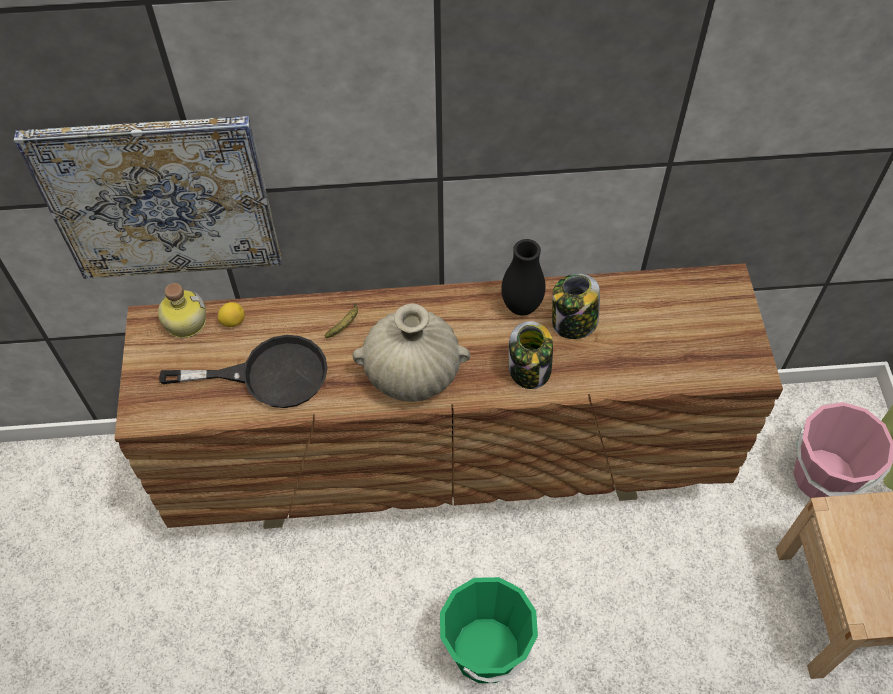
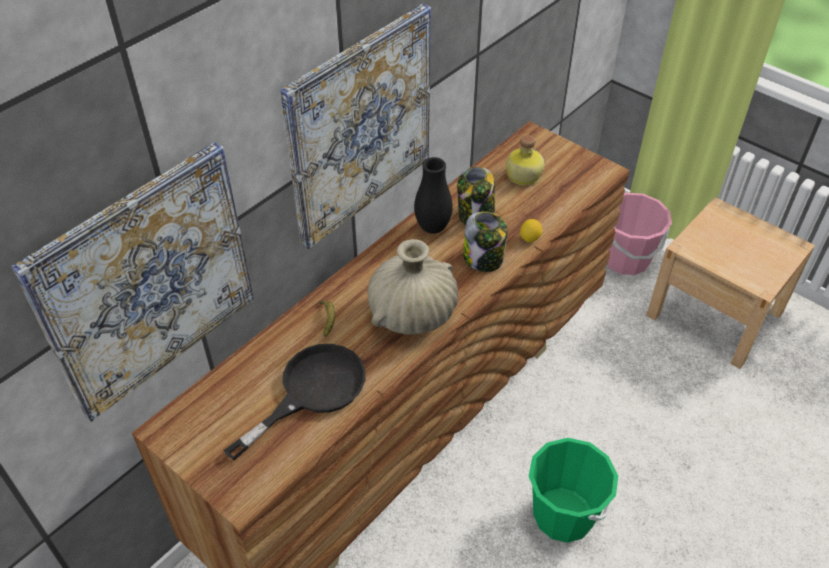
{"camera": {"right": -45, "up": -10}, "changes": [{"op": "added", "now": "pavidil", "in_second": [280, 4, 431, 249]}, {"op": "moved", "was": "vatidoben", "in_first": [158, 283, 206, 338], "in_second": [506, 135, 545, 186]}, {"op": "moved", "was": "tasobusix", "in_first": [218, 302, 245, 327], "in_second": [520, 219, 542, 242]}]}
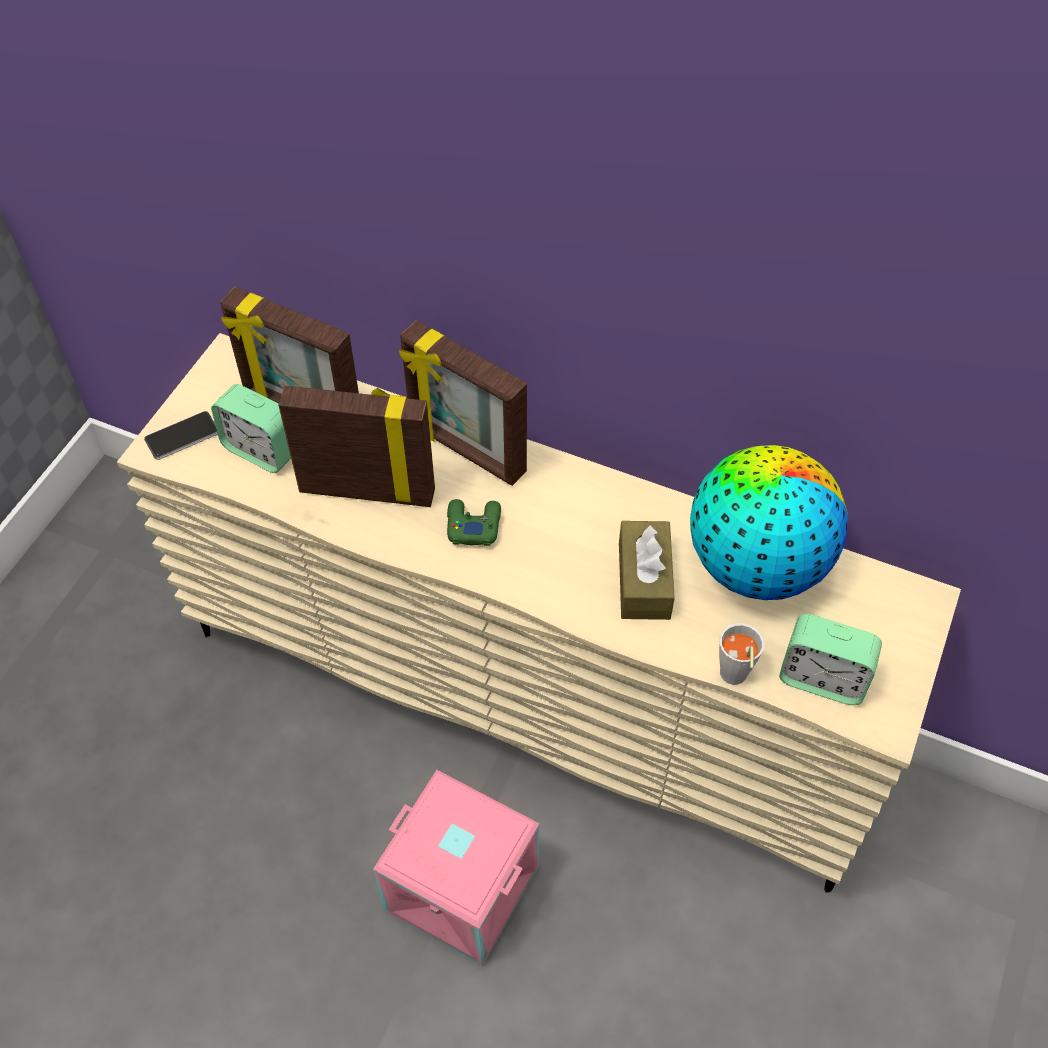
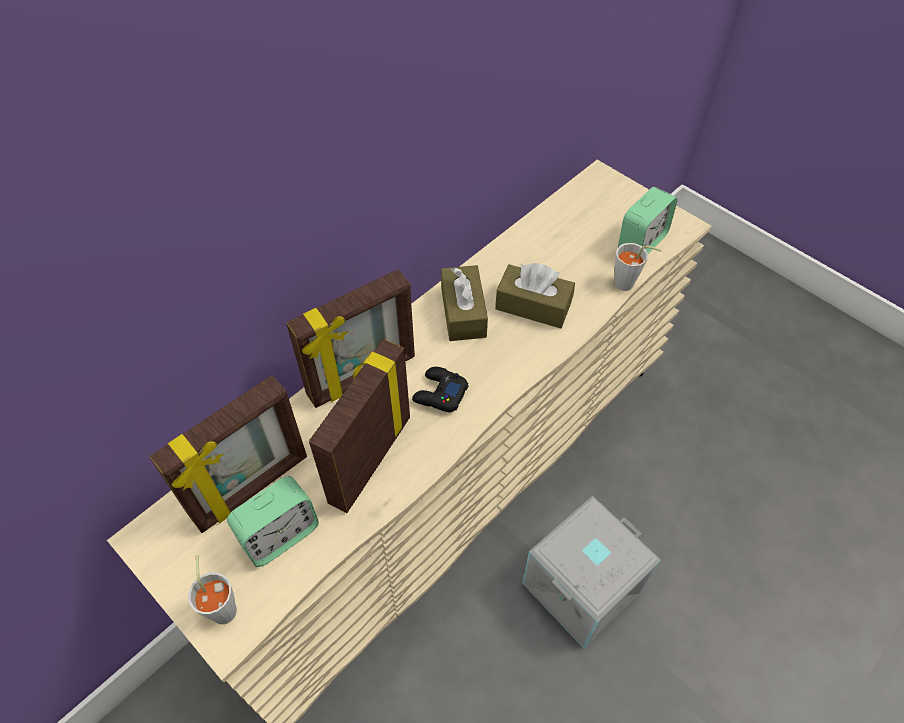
{"camera": {"right": -70, "up": 0}, "changes": [{"op": "removed", "was": "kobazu", "in_first": [690, 445, 848, 600]}, {"op": "added", "now": "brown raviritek", "in_second": [441, 265, 488, 341]}, {"op": "replaced", "was": "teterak", "now": "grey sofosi", "in_first": [144, 411, 218, 460], "in_second": [188, 555, 237, 624]}, {"op": "recoloured", "was": "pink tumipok", "now": "grey tumipok", "in_first": [373, 770, 540, 966], "in_second": [522, 496, 661, 649]}, {"op": "recoloured", "was": "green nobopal", "now": "black nobopal", "in_first": [447, 499, 501, 546], "in_second": [412, 367, 468, 412]}]}
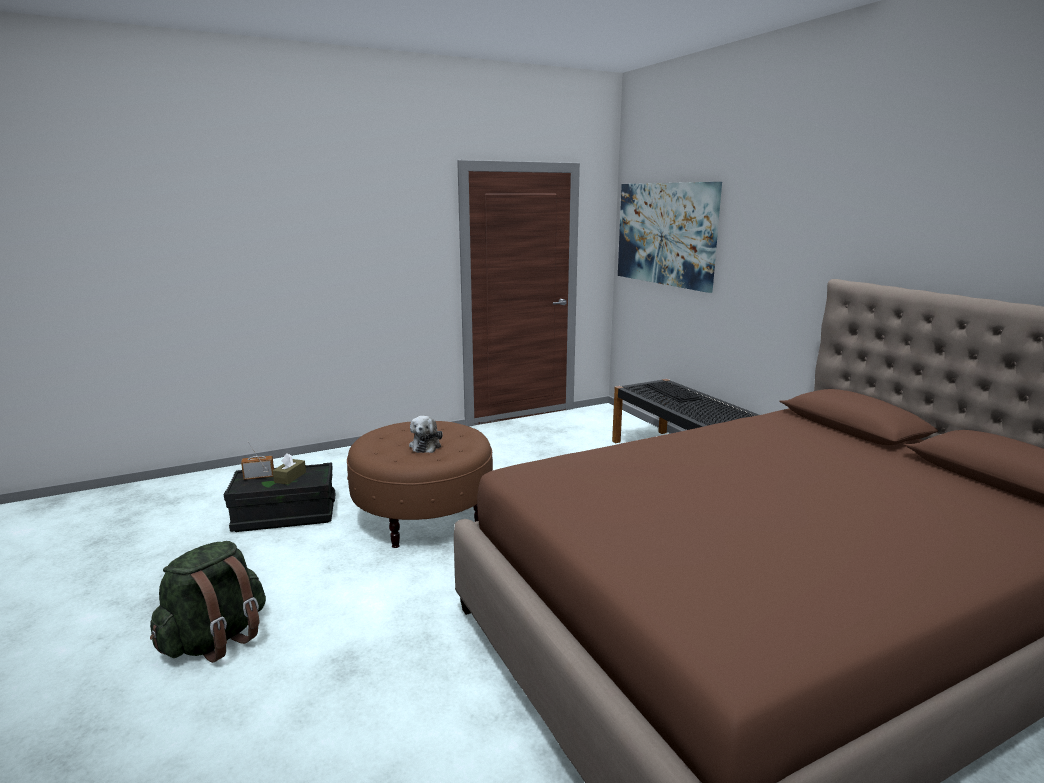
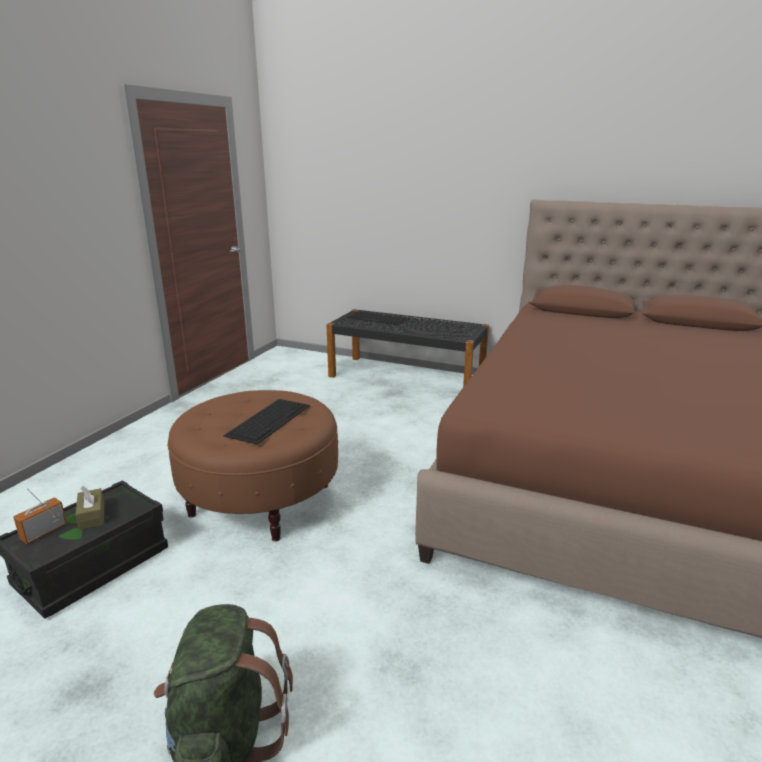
{"camera": {"right": -40, "up": 5}, "changes": [{"op": "removed", "was": "pavidil", "in_first": [618, 182, 722, 293]}, {"op": "replaced", "was": "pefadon", "now": "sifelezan", "in_first": [409, 416, 443, 453], "in_second": [223, 399, 310, 445]}]}
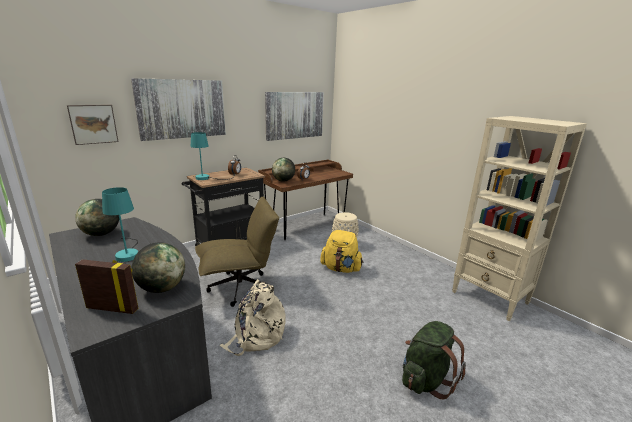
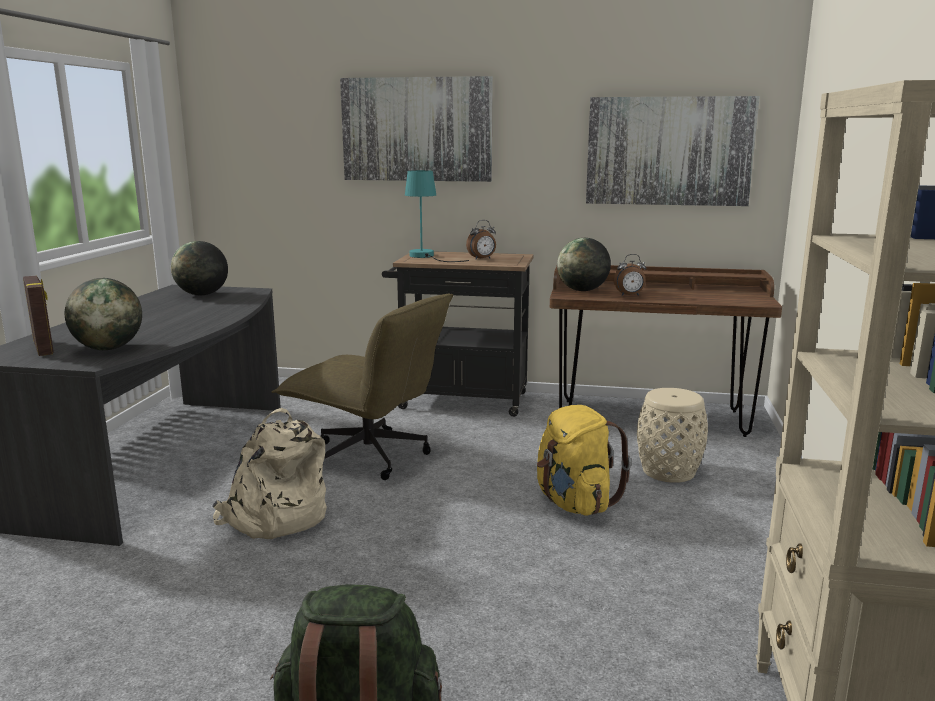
{"camera": {"right": 50, "up": -5}, "changes": [{"op": "removed", "was": "pavidil", "in_first": [67, 104, 118, 145]}, {"op": "removed", "was": "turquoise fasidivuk", "in_first": [102, 187, 138, 262]}]}
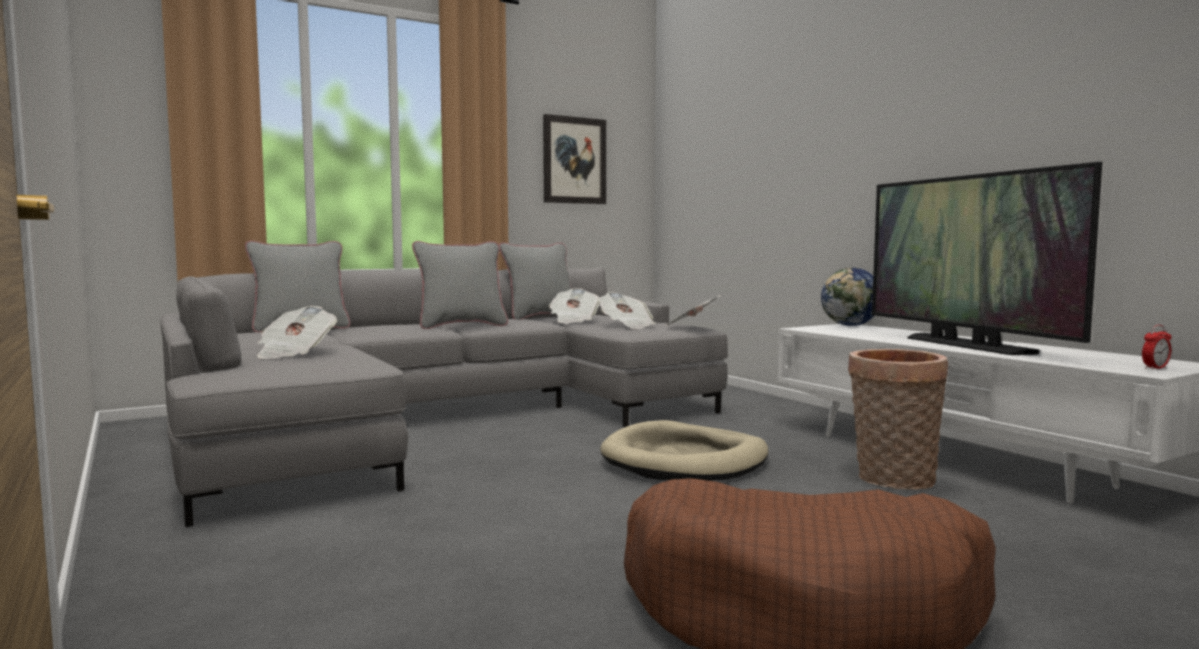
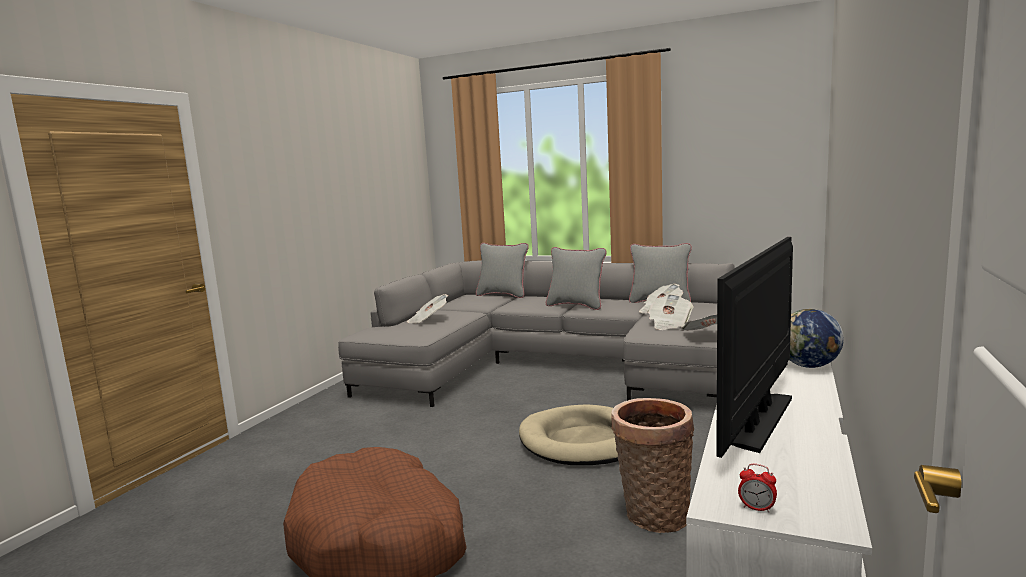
{"camera": {"right": 55, "up": 5}, "changes": [{"op": "removed", "was": "pavidil", "in_first": [543, 114, 606, 204]}]}
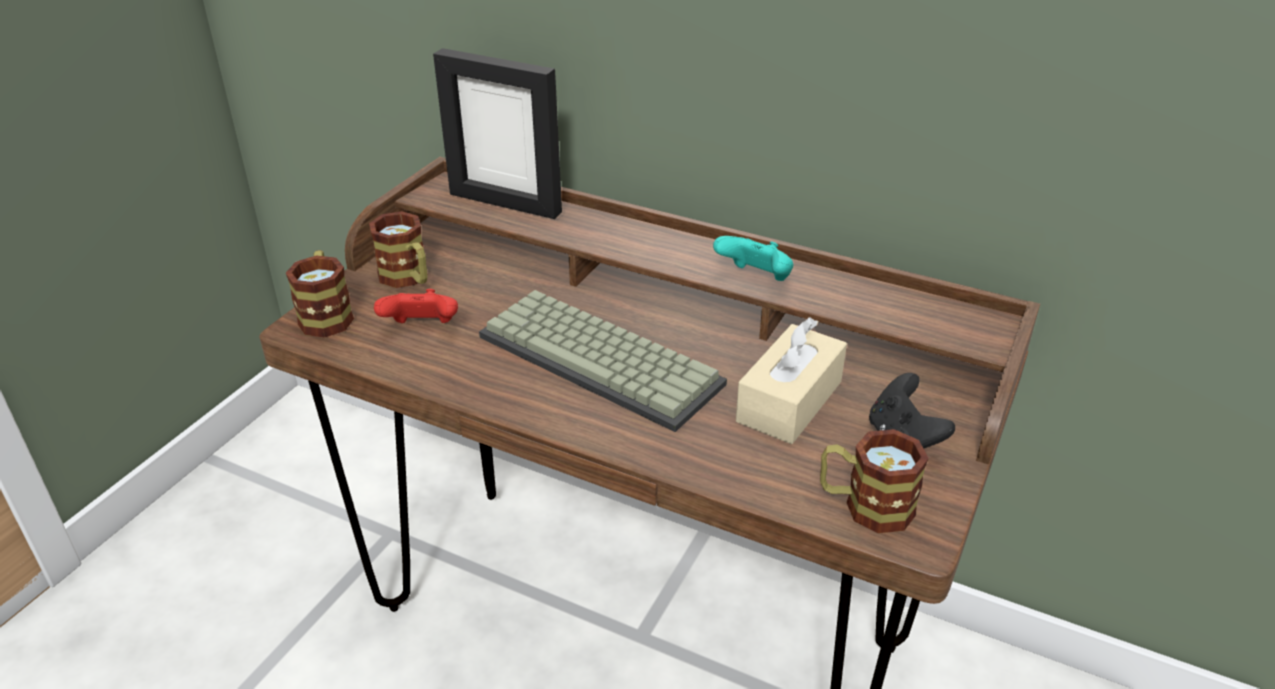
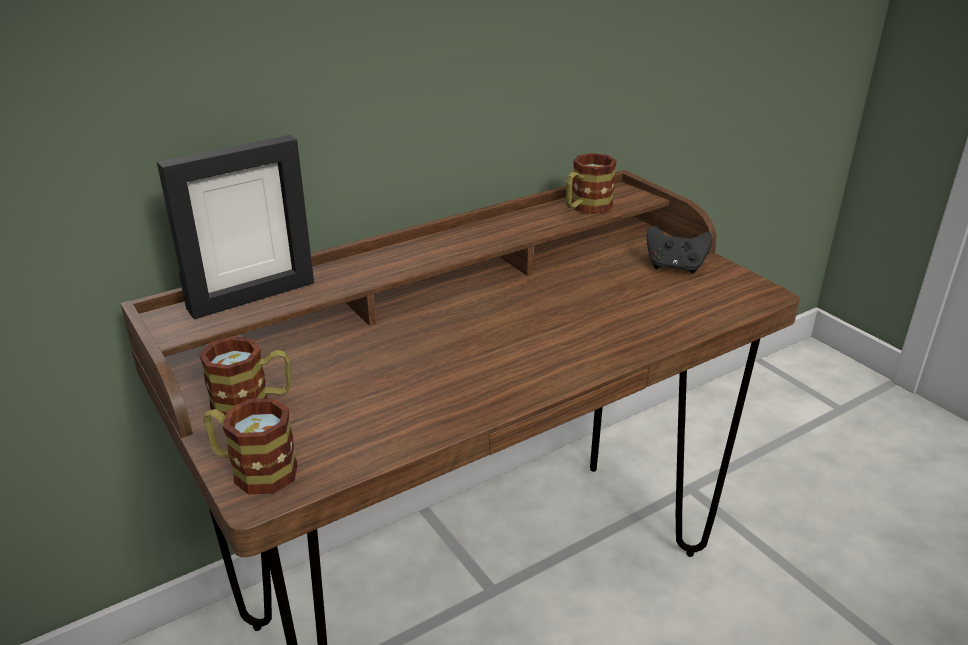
{"camera": {"right": -60, "up": -5}, "changes": [{"op": "removed", "was": "red nobopal", "in_first": [374, 289, 458, 323]}, {"op": "removed", "was": "sifelezan", "in_first": [479, 290, 727, 432]}, {"op": "removed", "was": "turquoise nobopal", "in_first": [713, 236, 793, 281]}, {"op": "removed", "was": "beige raviritek", "in_first": [736, 317, 847, 444]}, {"op": "moved", "was": "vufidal", "in_first": [820, 429, 929, 533], "in_second": [566, 153, 617, 214]}]}
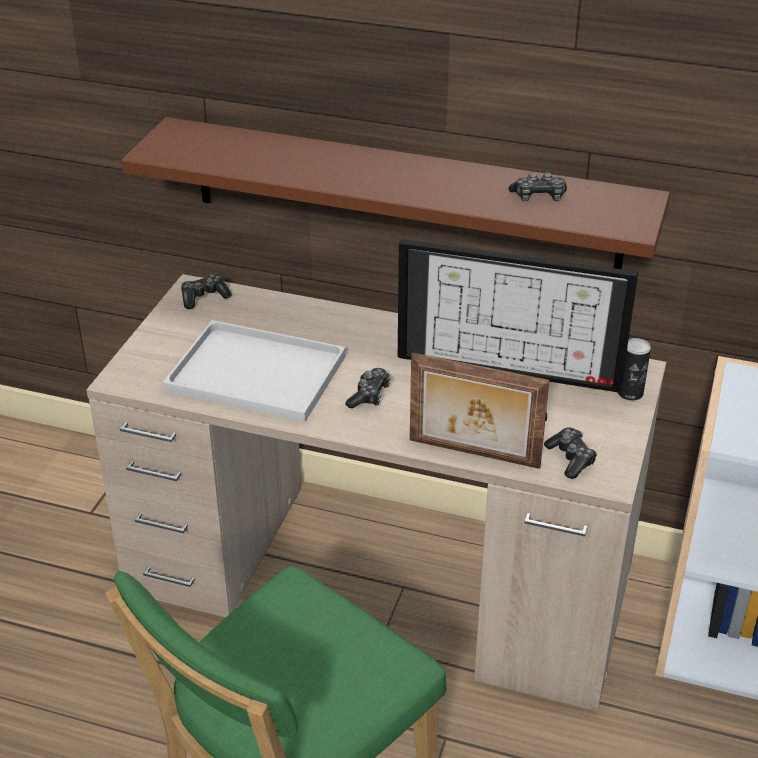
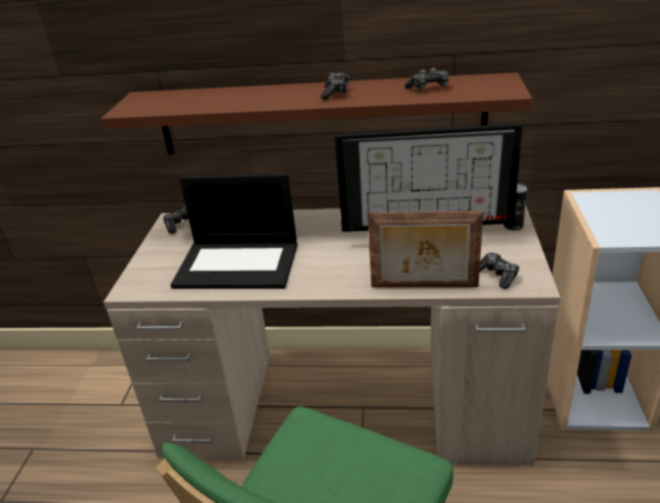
{"camera": {"right": -10, "up": -5}, "changes": [{"op": "moved", "was": "nobopal", "in_first": [345, 368, 391, 409], "in_second": [321, 73, 349, 100]}, {"op": "replaced", "was": "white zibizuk", "now": "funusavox", "in_first": [163, 320, 346, 423], "in_second": [171, 173, 297, 289]}]}
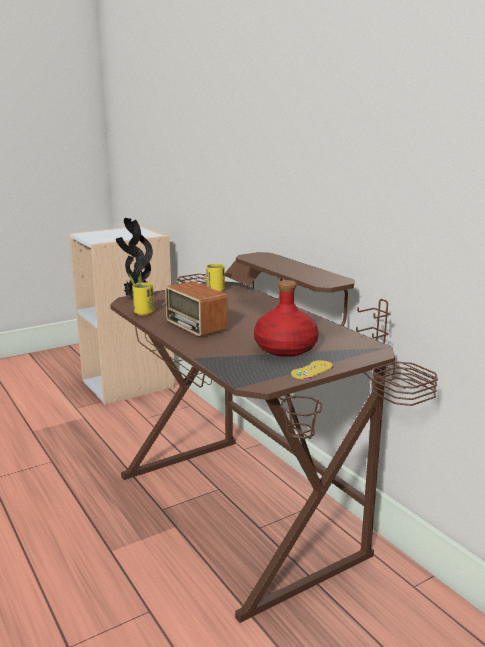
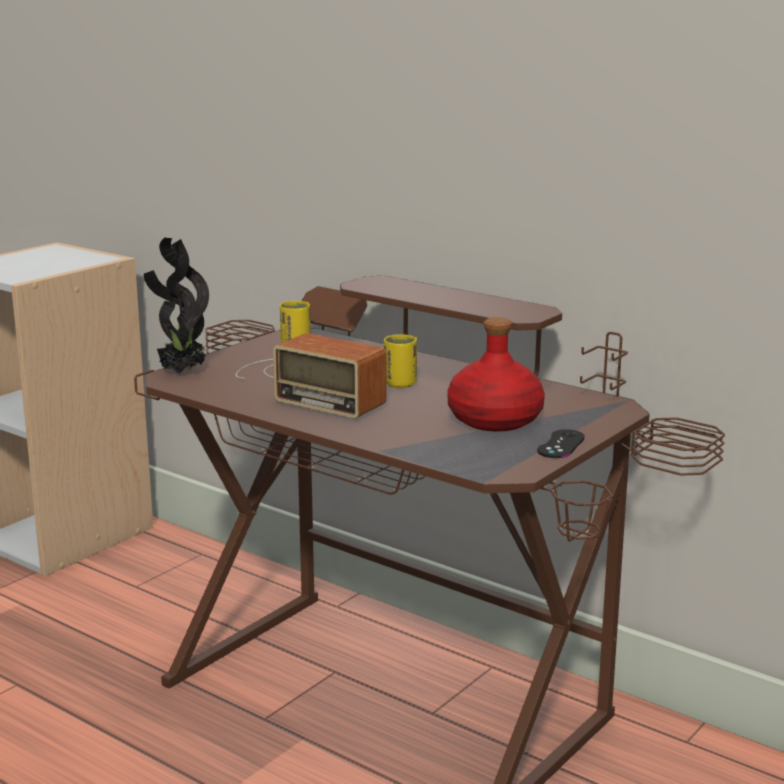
{"camera": {"right": -20, "up": 0}, "changes": [{"op": "moved", "was": "yellow sofosi", "in_first": [132, 282, 154, 315], "in_second": [384, 334, 417, 388]}, {"op": "recoloured", "was": "yellow nobopal", "now": "black nobopal", "in_first": [291, 360, 333, 379], "in_second": [537, 429, 585, 458]}]}
